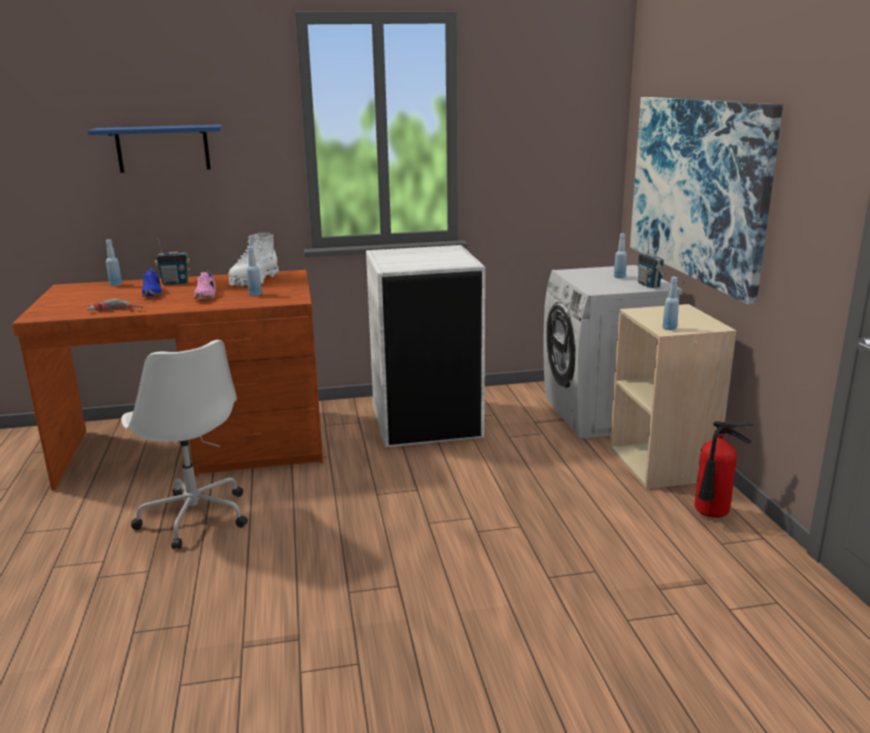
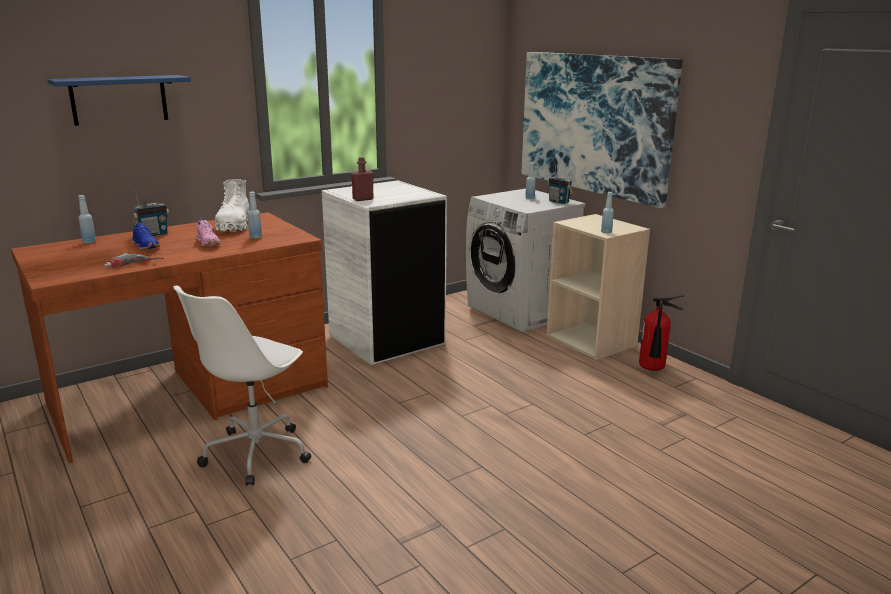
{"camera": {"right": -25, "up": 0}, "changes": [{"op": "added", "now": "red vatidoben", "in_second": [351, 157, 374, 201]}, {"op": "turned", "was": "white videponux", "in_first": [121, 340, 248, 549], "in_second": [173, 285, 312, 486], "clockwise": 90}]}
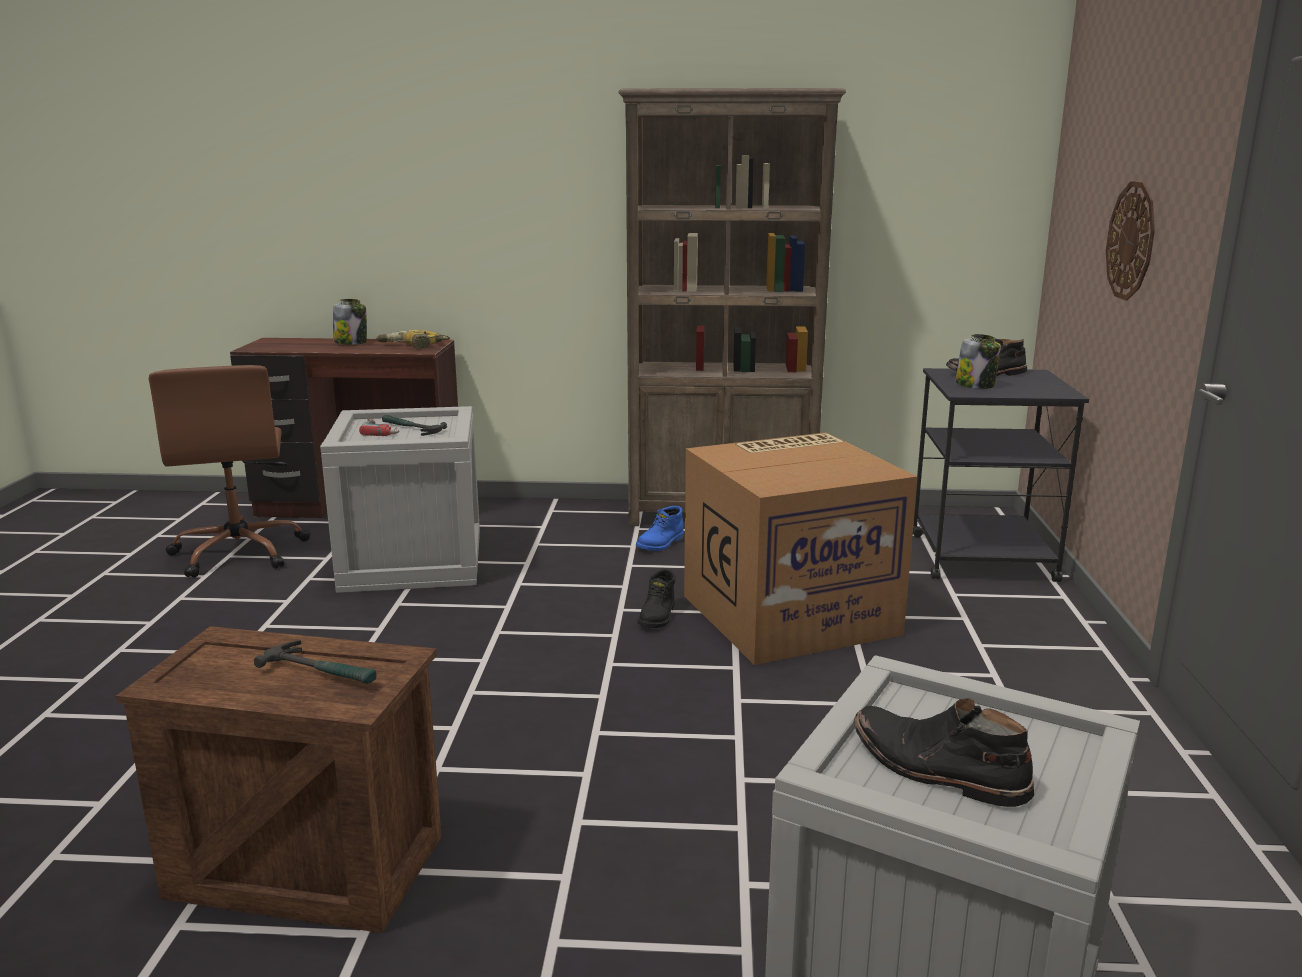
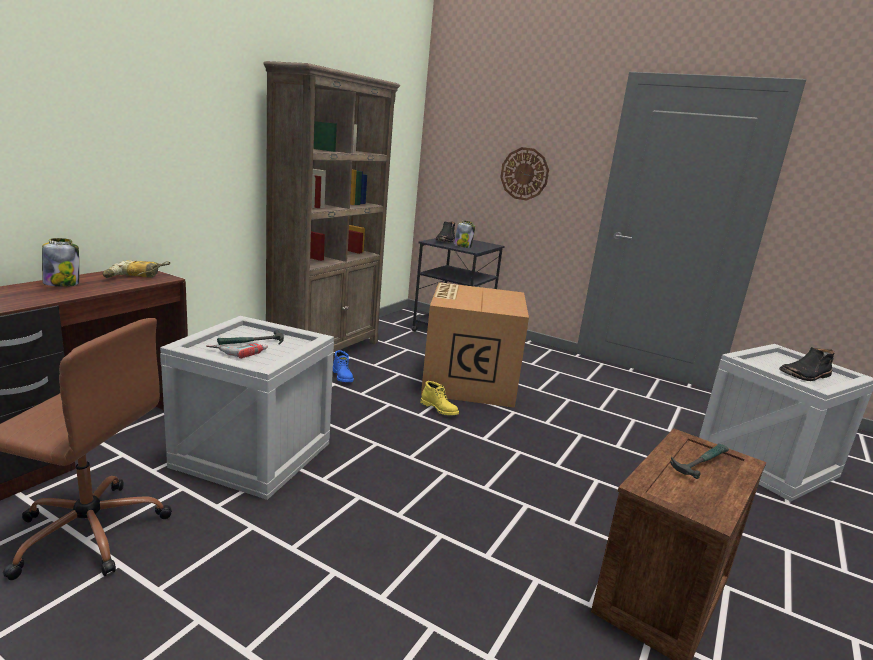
{"camera": {"right": -65, "up": 0}, "changes": [{"op": "recoloured", "was": "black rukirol", "now": "yellow rukirol", "in_first": [637, 569, 676, 628], "in_second": [420, 381, 459, 415]}]}
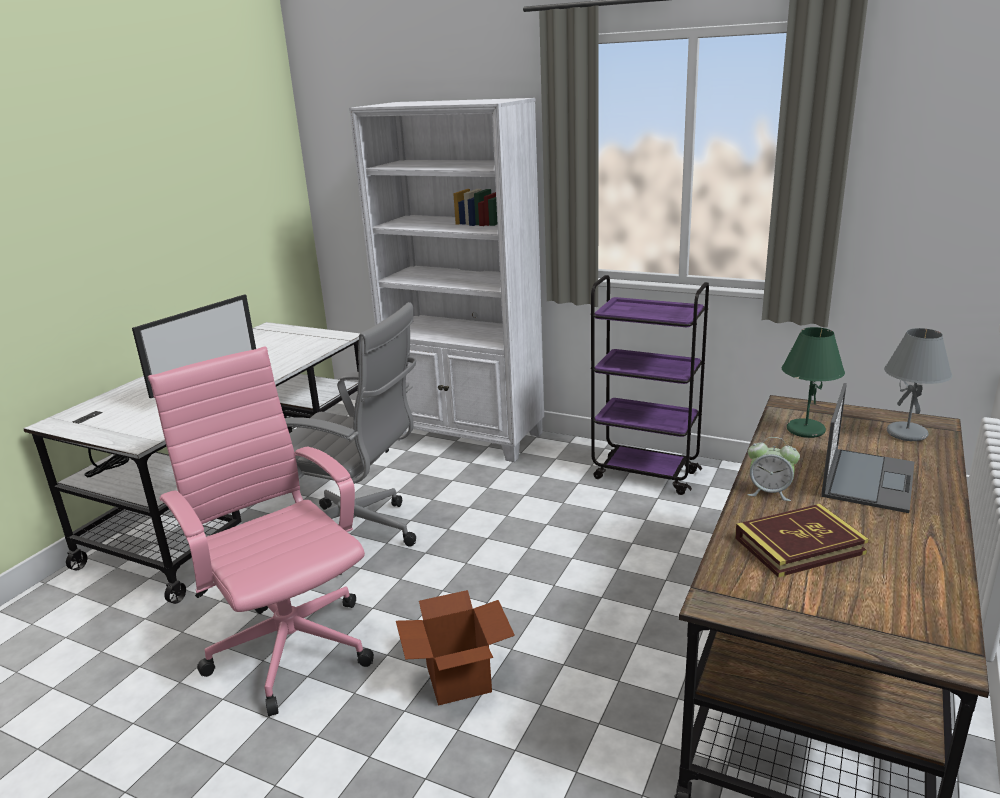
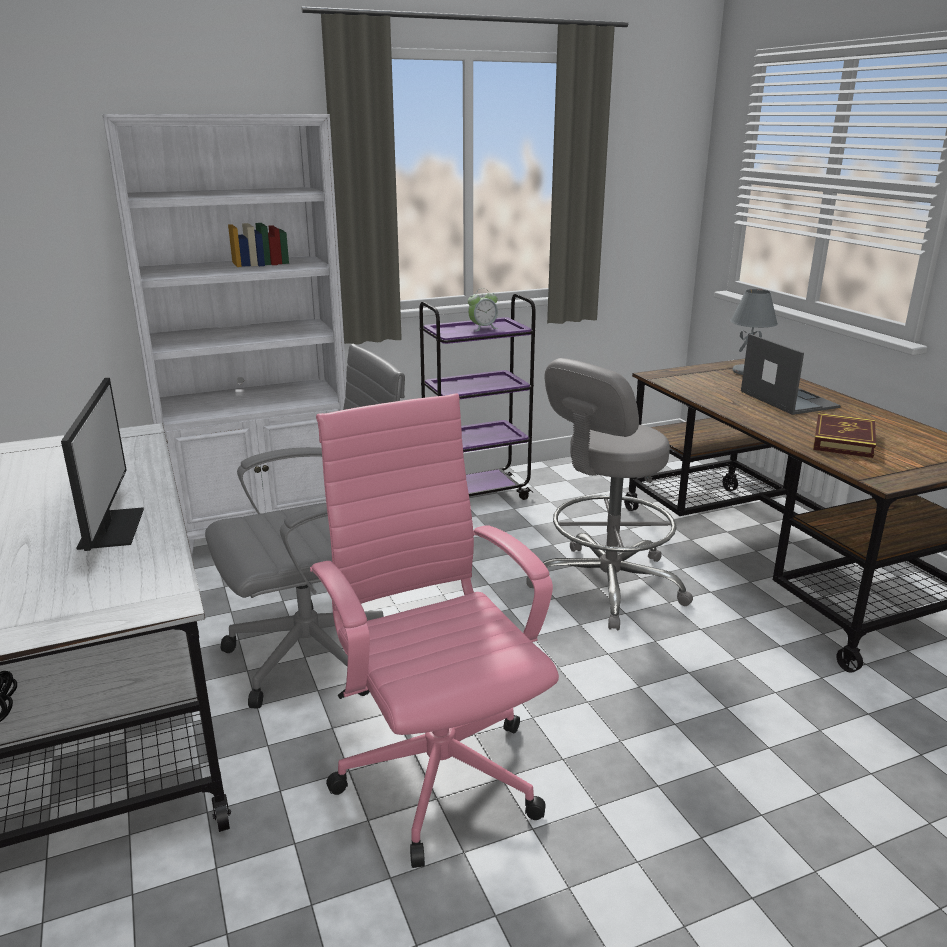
{"camera": {"right": -50, "up": 0}, "changes": [{"op": "removed", "was": "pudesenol", "in_first": [396, 590, 515, 706]}, {"op": "removed", "was": "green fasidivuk", "in_first": [782, 327, 845, 438]}, {"op": "added", "now": "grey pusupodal", "in_second": [526, 358, 693, 630]}, {"op": "moved", "was": "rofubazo", "in_first": [748, 437, 800, 501], "in_second": [468, 288, 498, 331]}, {"op": "turned", "was": "pink videponux", "in_first": [148, 347, 374, 716], "in_second": [310, 393, 559, 868], "clockwise": 60}]}
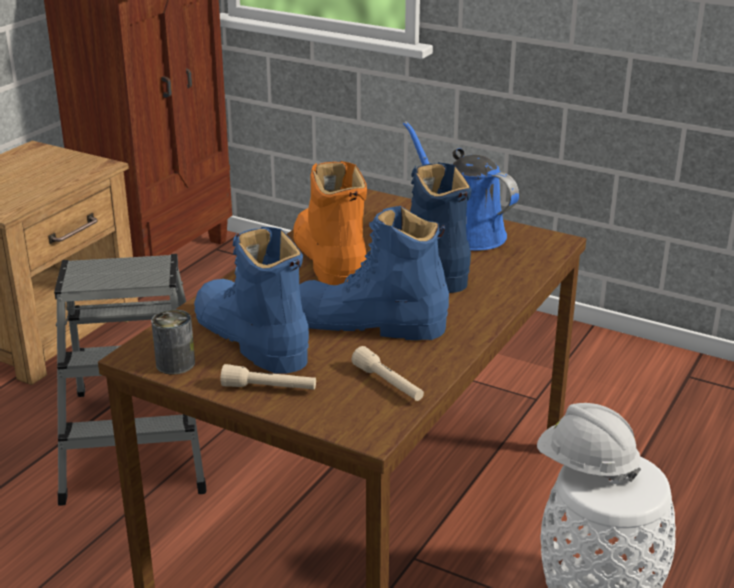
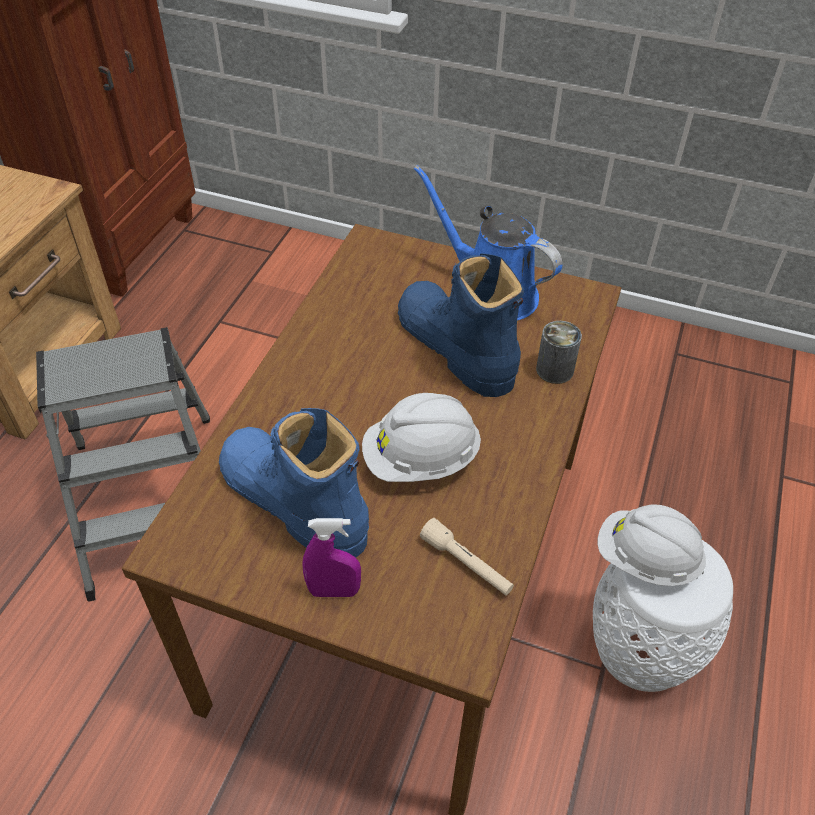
{"camera": {"right": -10, "up": 20}, "changes": [{"op": "removed", "was": "orange rukirol", "in_first": [293, 161, 367, 285]}, {"op": "moved", "was": "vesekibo", "in_first": [151, 309, 195, 375], "in_second": [536, 321, 582, 384]}, {"op": "replaced", "was": "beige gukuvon", "now": "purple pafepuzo", "in_first": [221, 364, 316, 390], "in_second": [302, 518, 361, 597]}, {"op": "replaced", "was": "blue rukirol", "now": "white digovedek", "in_first": [299, 206, 449, 340], "in_second": [362, 393, 481, 482]}]}
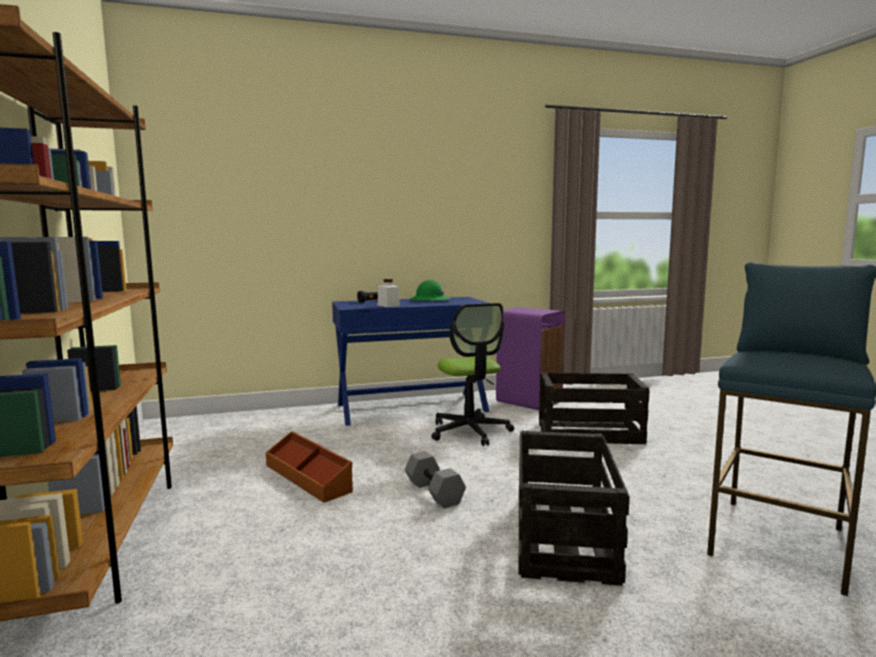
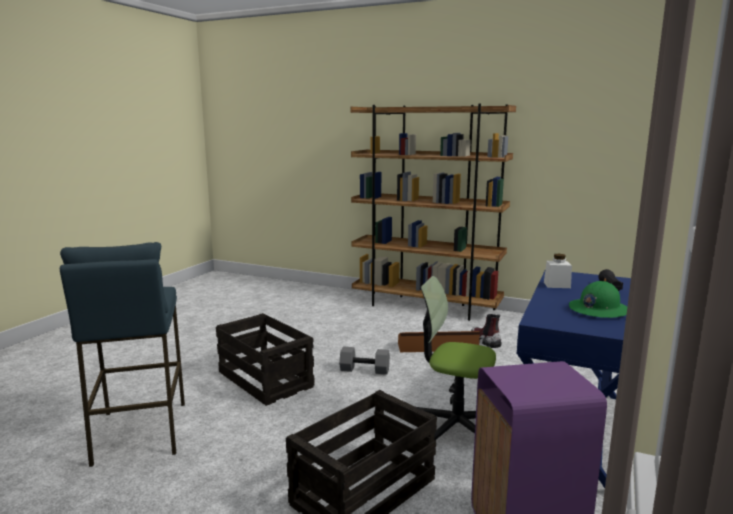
{"camera": {"right": 130, "up": 5}, "changes": [{"op": "added", "now": "rukirol", "in_second": [471, 314, 502, 348]}]}
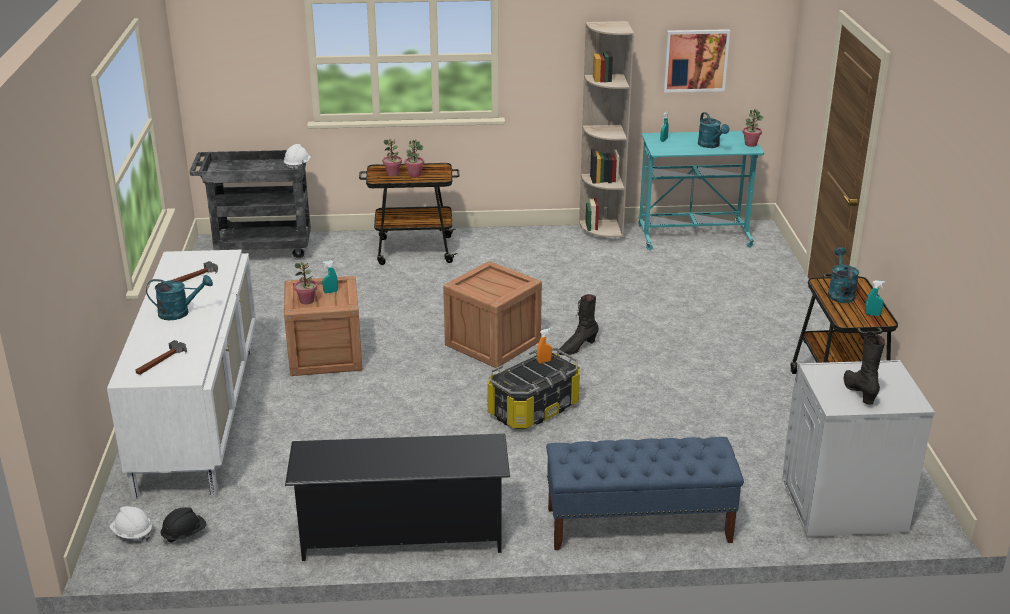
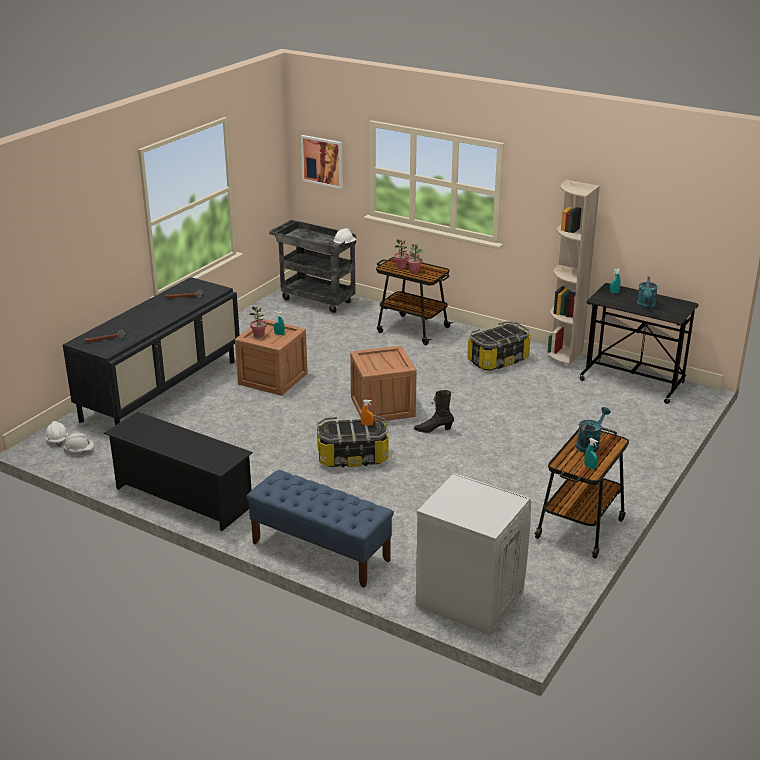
{"camera": {"right": 35, "up": 0}, "changes": [{"op": "removed", "was": "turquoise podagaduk", "in_first": [146, 275, 213, 320]}, {"op": "removed", "was": "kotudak", "in_first": [742, 109, 764, 147]}, {"op": "removed", "was": "black rukirol", "in_first": [844, 331, 886, 405]}, {"op": "added", "now": "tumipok", "in_second": [467, 321, 531, 371]}, {"op": "moved", "was": "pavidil", "in_first": [663, 29, 730, 93], "in_second": [301, 135, 343, 189]}, {"op": "recoloured", "was": "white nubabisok", "now": "black nubabisok", "in_first": [107, 250, 256, 499], "in_second": [63, 277, 240, 425]}, {"op": "recoloured", "was": "black digovedek", "now": "white digovedek", "in_first": [161, 507, 206, 544], "in_second": [64, 432, 94, 452]}, {"op": "recoloured", "was": "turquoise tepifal", "now": "black tepifal", "in_first": [638, 131, 764, 250], "in_second": [580, 283, 698, 404]}]}
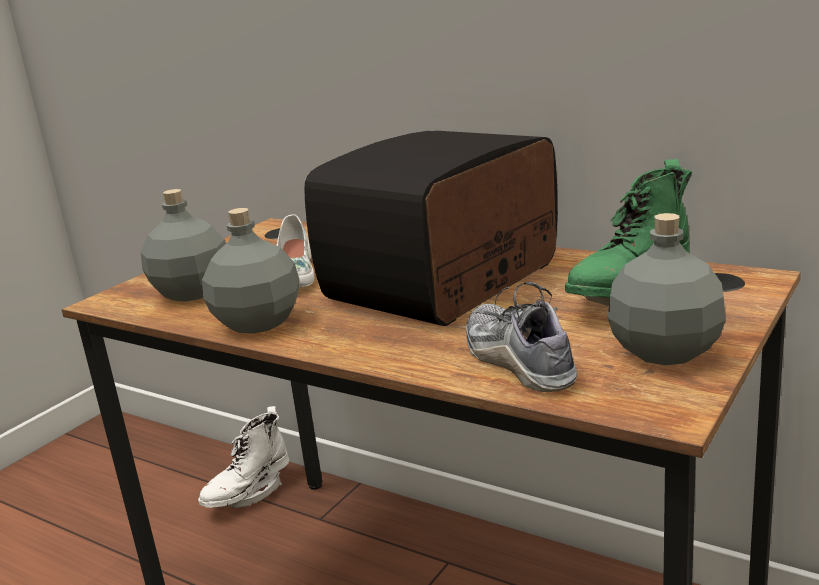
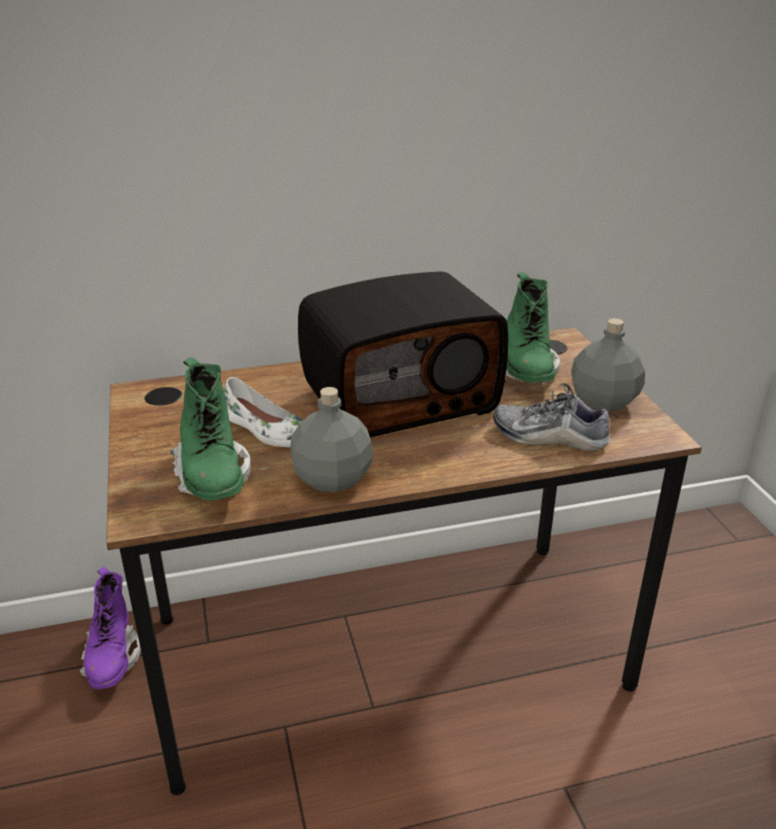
{"camera": {"right": -50, "up": 10}, "changes": [{"op": "replaced", "was": "grey vatidoben", "now": "green rukirol", "in_first": [141, 189, 226, 302], "in_second": [170, 357, 251, 501]}, {"op": "recoloured", "was": "white rukirol", "now": "purple rukirol", "in_first": [198, 406, 289, 508], "in_second": [79, 567, 141, 689]}, {"op": "turned", "was": "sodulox", "in_first": [305, 130, 558, 326], "in_second": [298, 272, 508, 437], "clockwise": -105}]}
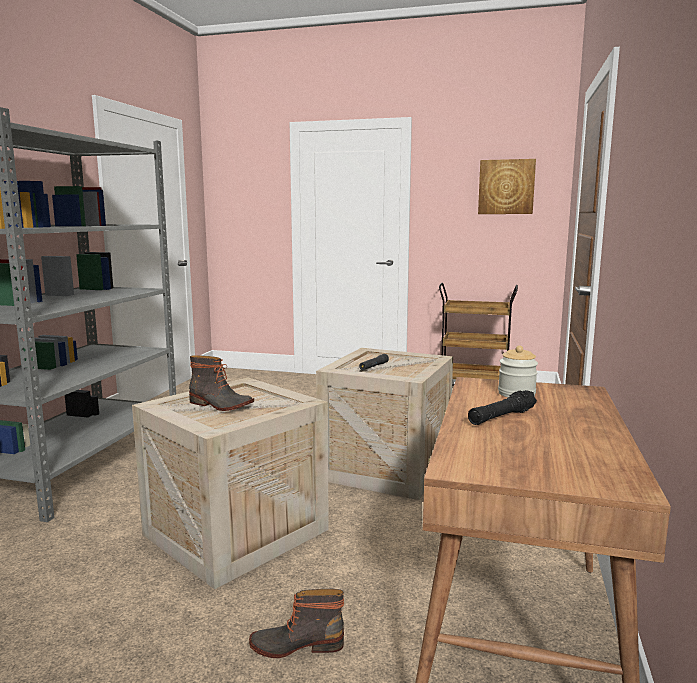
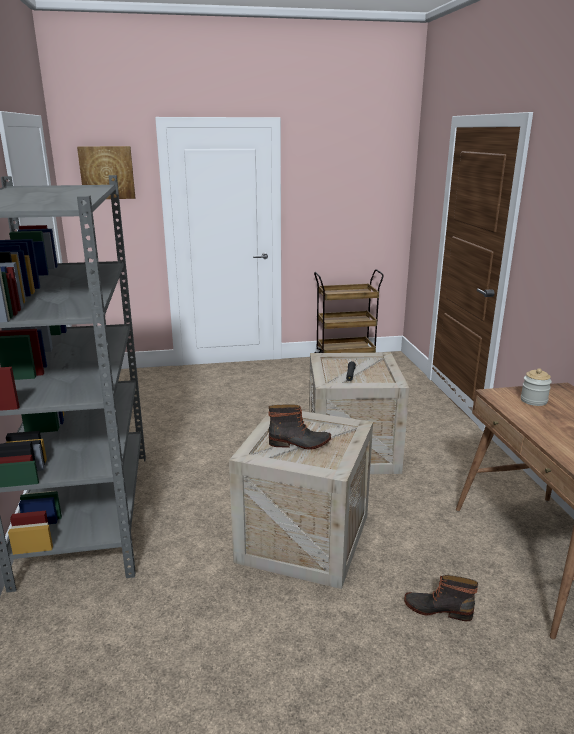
{"camera": {"right": -25, "up": 10}, "changes": [{"op": "removed", "was": "black gukuvon", "in_first": [468, 390, 537, 425]}, {"op": "moved", "was": "pavidil", "in_first": [478, 159, 536, 214], "in_second": [77, 146, 135, 199]}, {"op": "turned", "was": "rukirol", "in_first": [249, 589, 344, 658], "in_second": [404, 575, 478, 621], "clockwise": 45}]}
